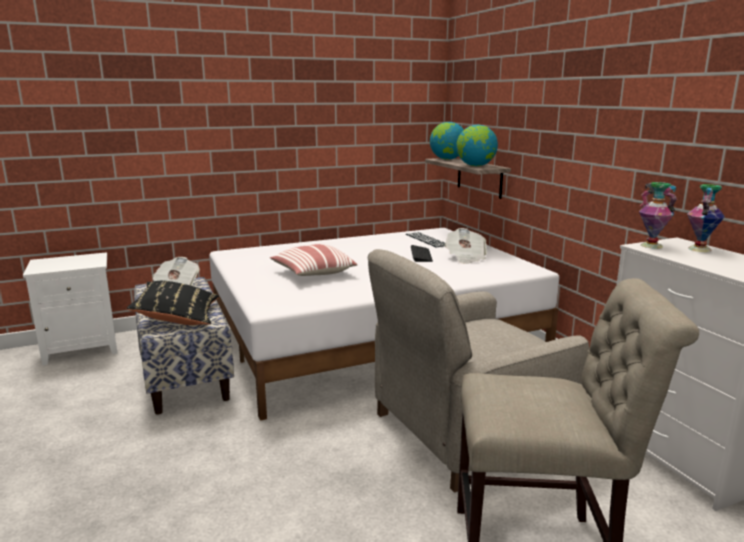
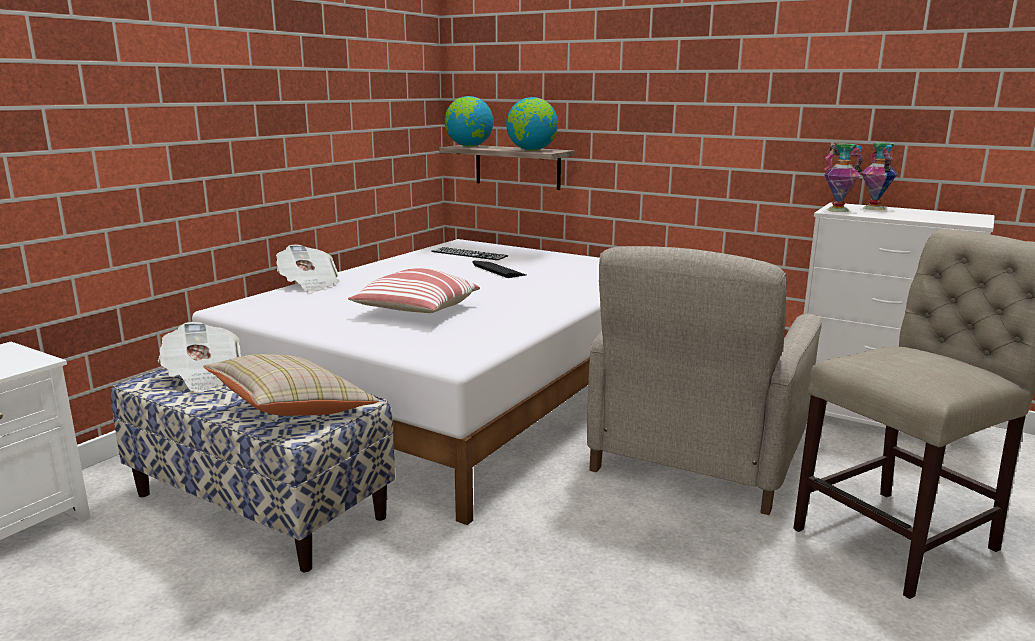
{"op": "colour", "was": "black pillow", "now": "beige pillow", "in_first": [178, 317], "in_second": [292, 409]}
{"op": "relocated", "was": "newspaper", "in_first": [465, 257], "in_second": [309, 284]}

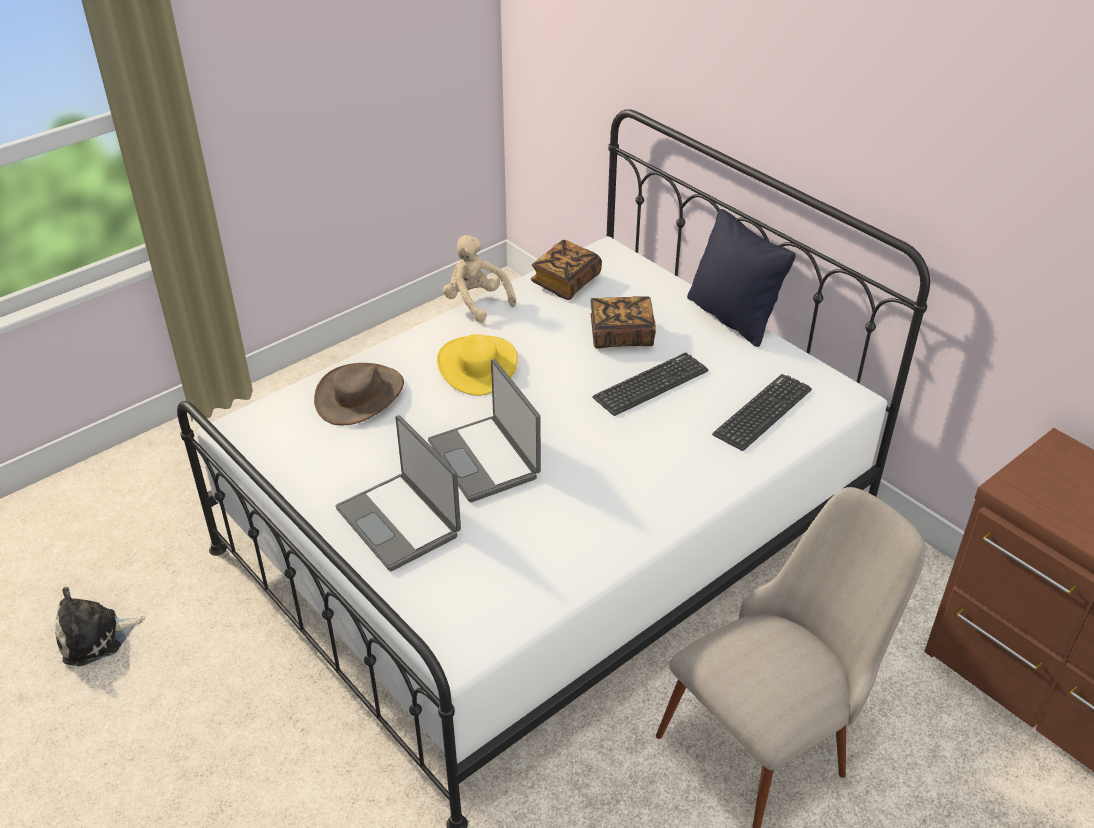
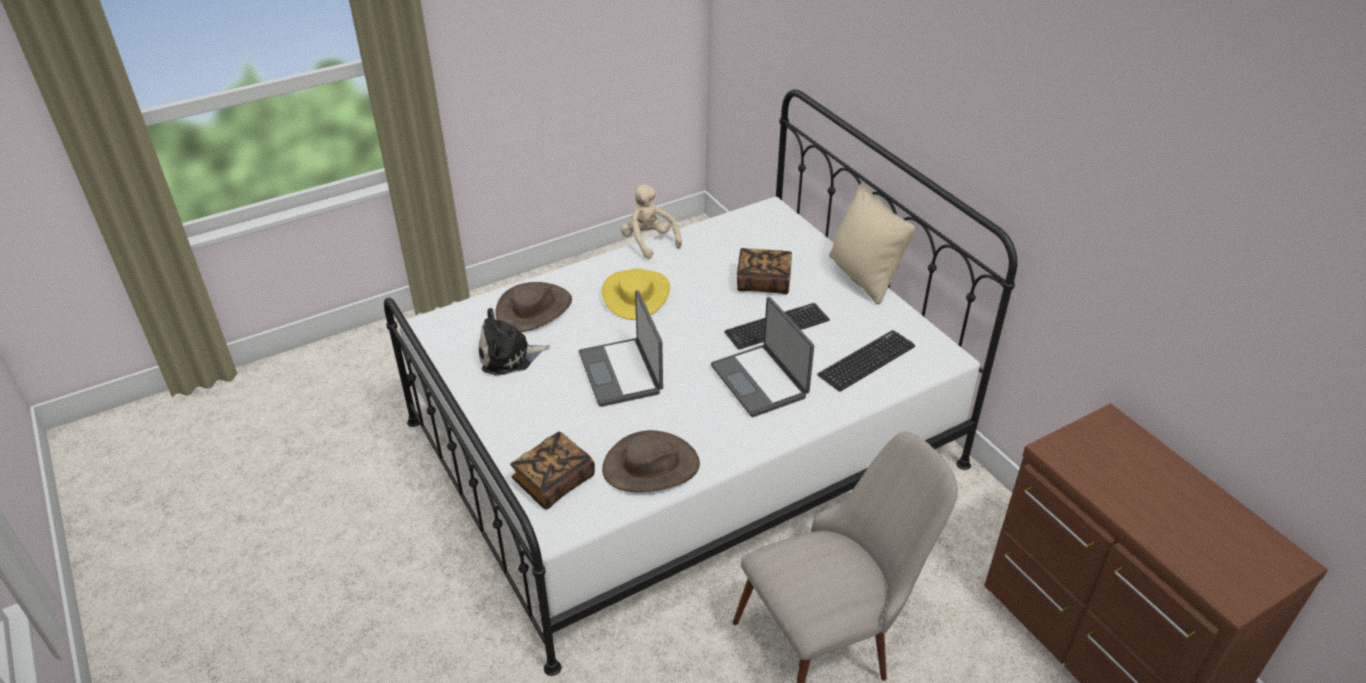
{"op": "relocated", "was": "plush toy", "in_first": [96, 637], "in_second": [509, 356]}
{"op": "relocated", "was": "book", "in_first": [566, 282], "in_second": [554, 482]}
{"op": "appeared", "now": "brown hat", "in_second": [651, 466]}
{"op": "relocated", "was": "laptop", "in_first": [400, 521], "in_second": [760, 381]}
{"op": "colour", "was": "black pillow", "now": "beige pillow", "in_first": [732, 317], "in_second": [864, 277]}

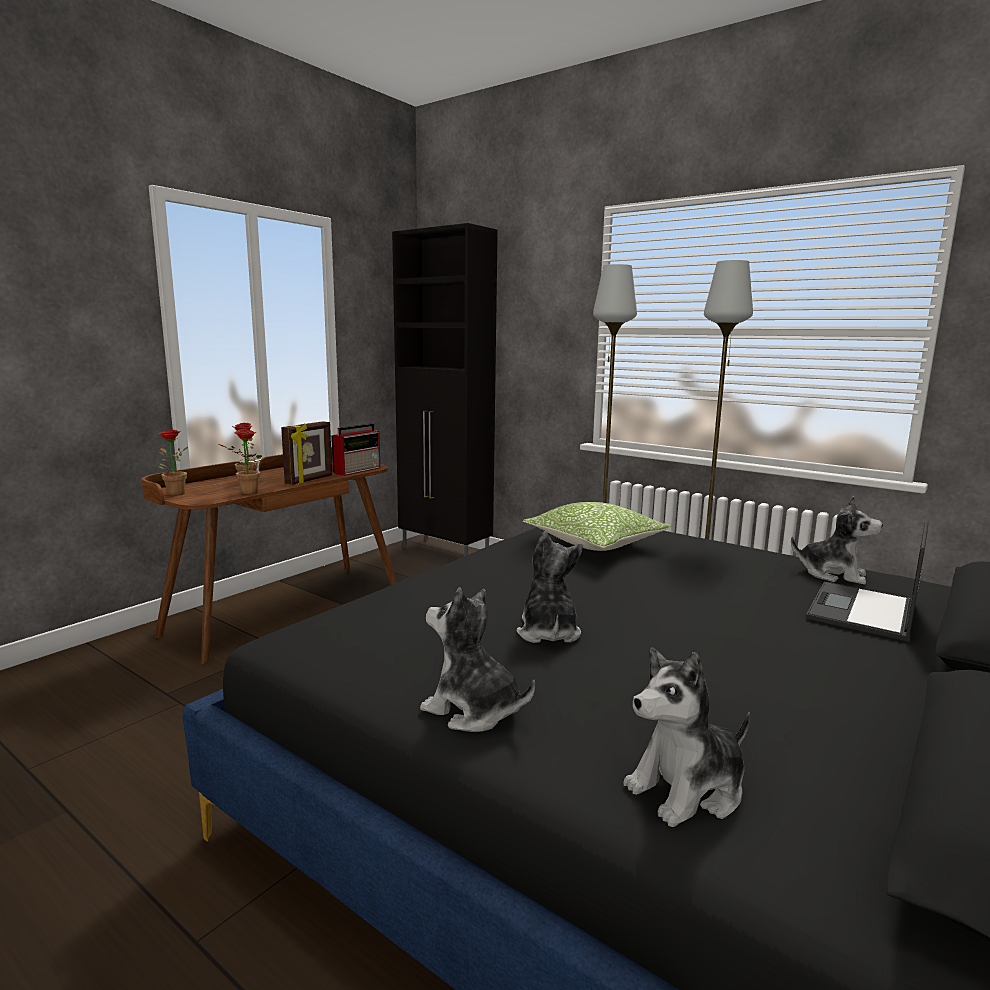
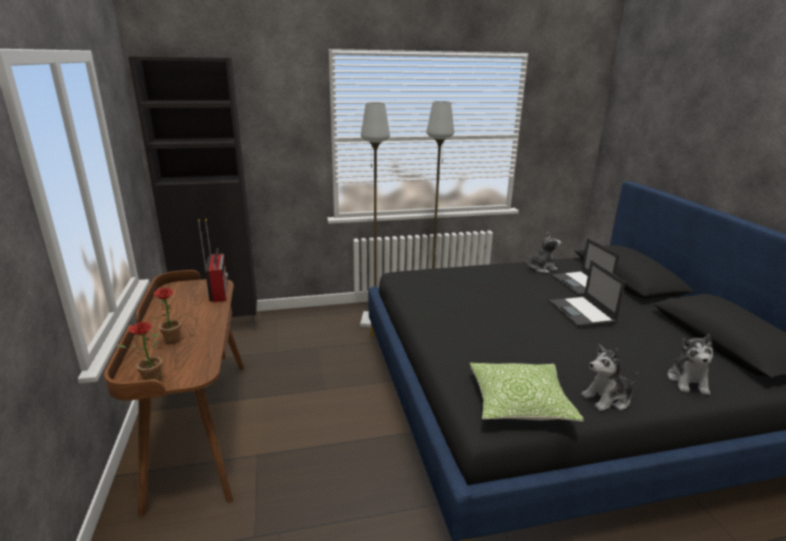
{"op": "relocated", "was": "pillow", "in_first": [595, 542], "in_second": [519, 403]}
{"op": "appeared", "now": "laptop", "in_second": [582, 312]}
{"op": "missing", "was": "potted plant", "in_first": [251, 493]}
{"op": "missing", "was": "picture frame", "in_first": [310, 480]}
{"op": "missing", "was": "plush toy", "in_first": [548, 632]}

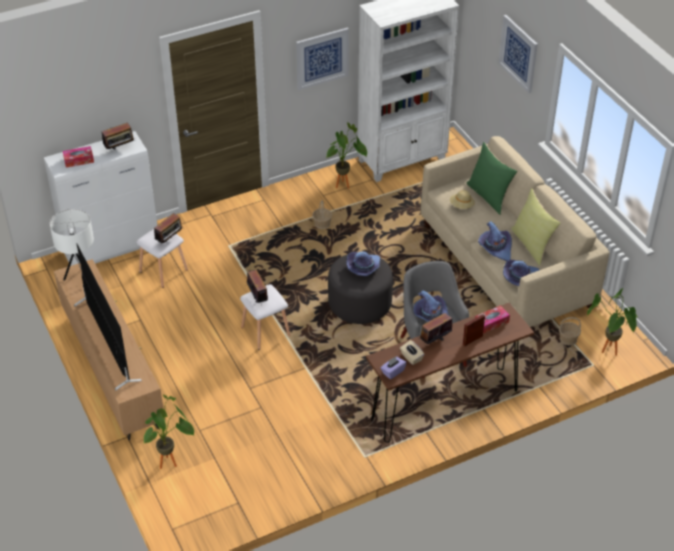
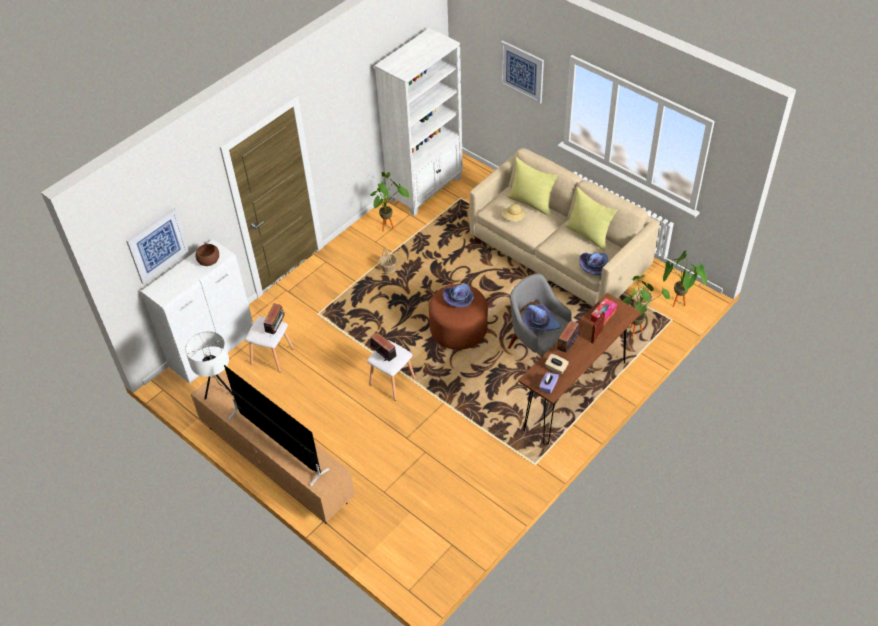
{"op": "relocated", "was": "picture", "in_first": [322, 58], "in_second": [157, 245]}
{"op": "exchanged", "was": "radio", "now": "brown bowl", "in_first": [120, 149], "in_second": [209, 260]}
{"op": "colour", "was": "grey ottoman", "now": "brown ottoman", "in_first": [359, 303], "in_second": [458, 329]}
{"op": "colour", "was": "green pillow", "now": "yellow pillow", "in_first": [489, 196], "in_second": [531, 202]}
{"op": "relocated", "was": "potted plant", "in_first": [172, 462], "in_second": [637, 330]}
{"op": "missing", "was": "tissue box", "in_first": [79, 160]}
{"op": "missing", "was": "purple hat", "in_first": [495, 248]}

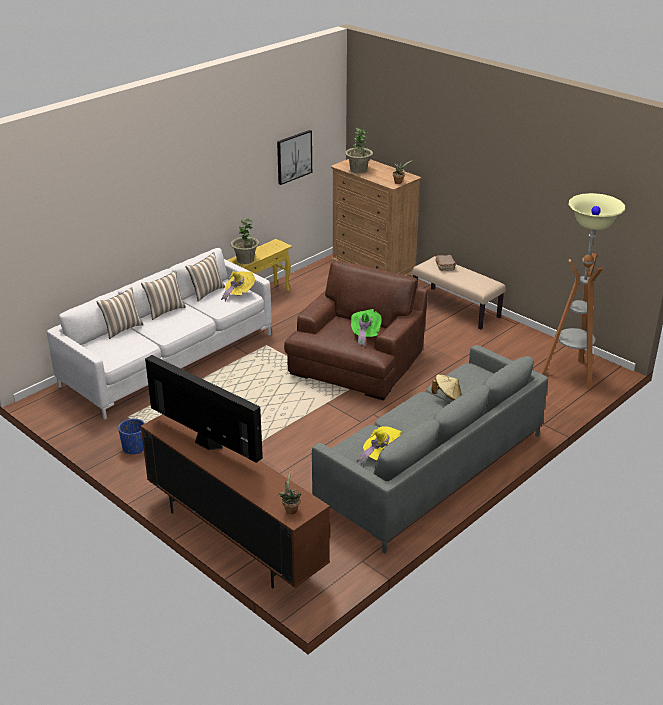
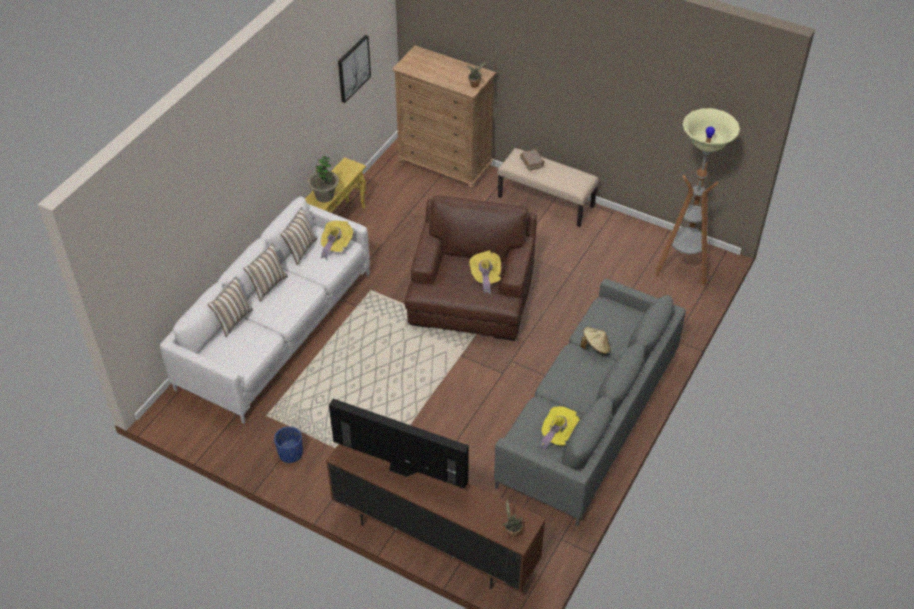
{"op": "colour", "was": "green hat", "now": "yellow hat", "in_first": [365, 335], "in_second": [485, 278]}
{"op": "missing", "was": "potted plant", "in_first": [358, 170]}

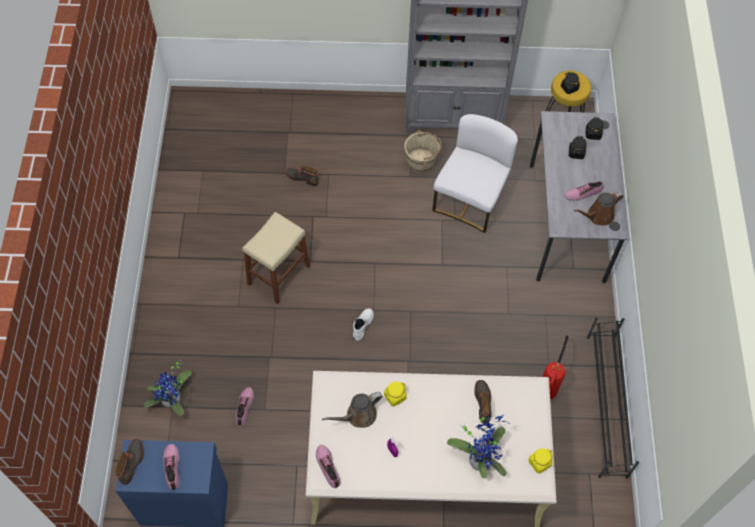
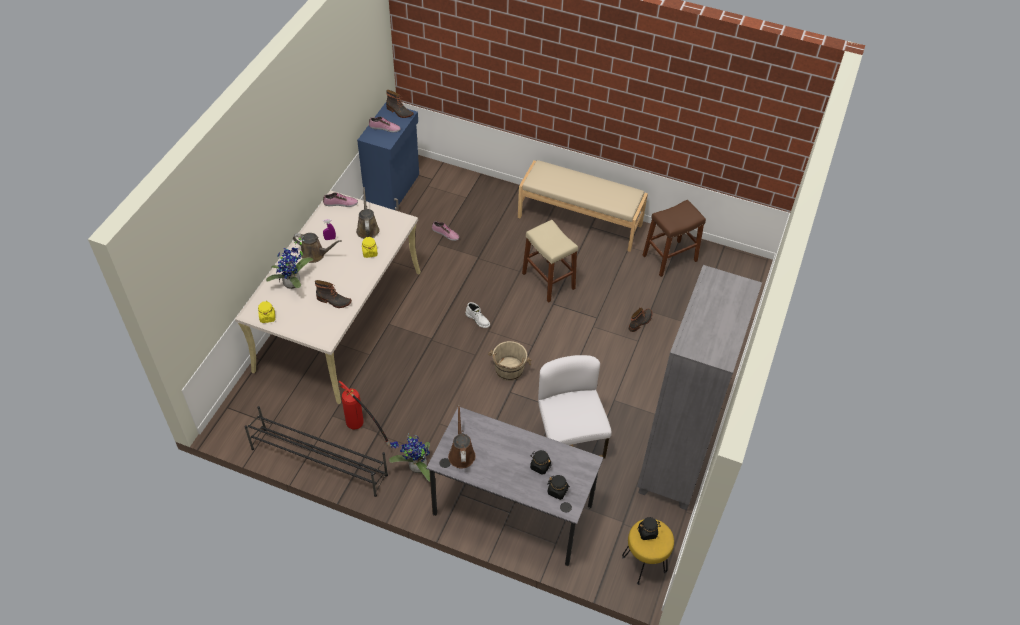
{"op": "appeared", "now": "brown watering can", "in_second": [315, 254]}
{"op": "relocated", "was": "potted plant", "in_first": [173, 401], "in_second": [415, 468]}
{"op": "relocated", "was": "beige bucket", "in_first": [421, 161], "in_second": [509, 370]}
{"op": "appeared", "now": "beige bench", "in_second": [580, 220]}
{"op": "spun", "was": "white chair", "in_first": [470, 200], "in_second": [569, 438], "clockwise": -150}
{"op": "appeared", "now": "brown stool", "in_second": [669, 258]}
{"op": "missing", "was": "shoe", "in_first": [583, 193]}

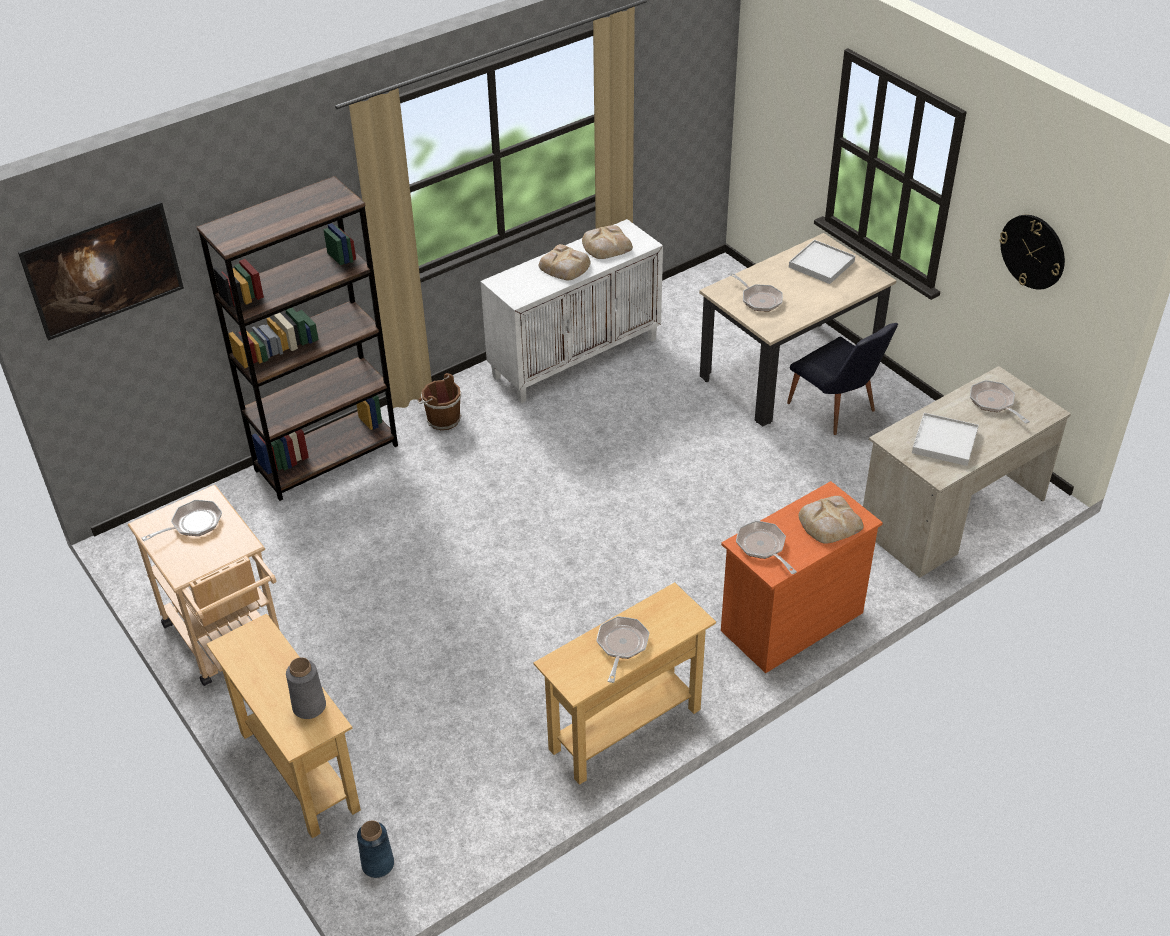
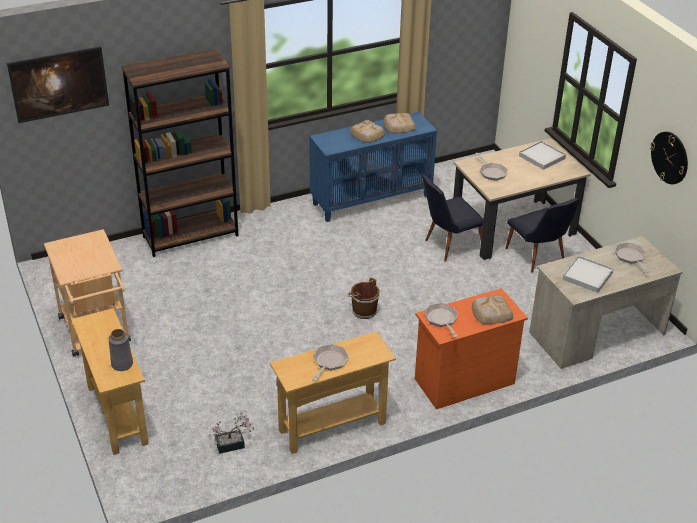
{"op": "appeared", "now": "potted plant", "in_second": [233, 444]}
{"op": "colour", "was": "white cabinet", "now": "blue cabinet", "in_first": [575, 357], "in_second": [371, 199]}
{"op": "relocated", "was": "brown bucket", "in_first": [442, 419], "in_second": [363, 311]}
{"op": "appeared", "now": "black chair", "in_second": [448, 246]}
{"op": "missing", "was": "frying pan", "in_first": [193, 524]}
{"op": "missing", "was": "blue vase", "in_first": [377, 864]}

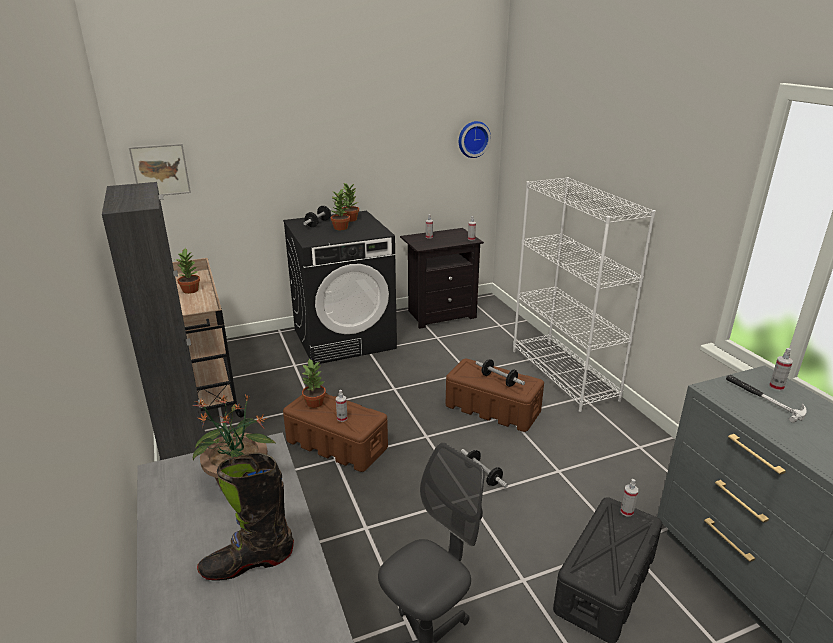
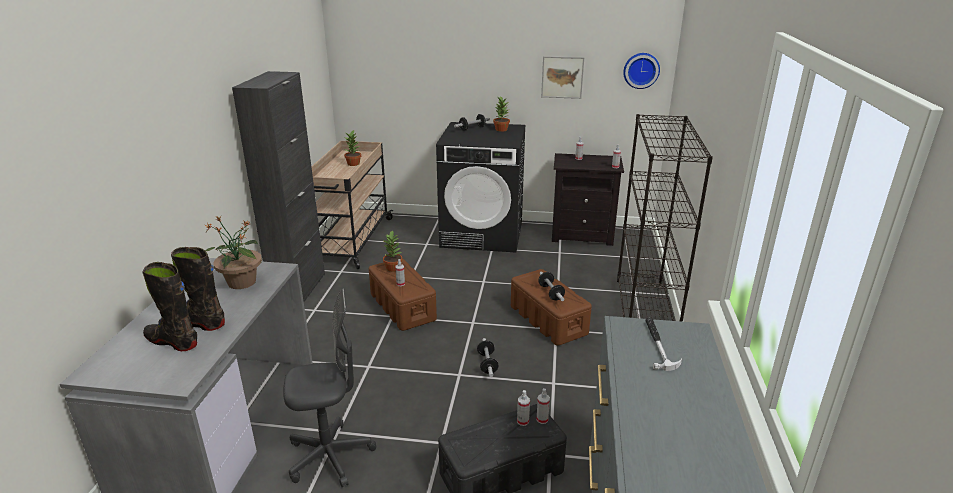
{"op": "appeared", "now": "black boot", "in_second": [172, 342]}
{"op": "relocated", "was": "spray bottle", "in_first": [776, 387], "in_second": [523, 421]}
{"op": "relocated", "was": "picture", "in_first": [160, 170], "in_second": [562, 77]}
{"op": "colour", "was": "white bookcase", "now": "black bookcase", "in_first": [564, 374], "in_second": [645, 313]}
{"op": "missing", "was": "potted plant", "in_first": [341, 228]}

